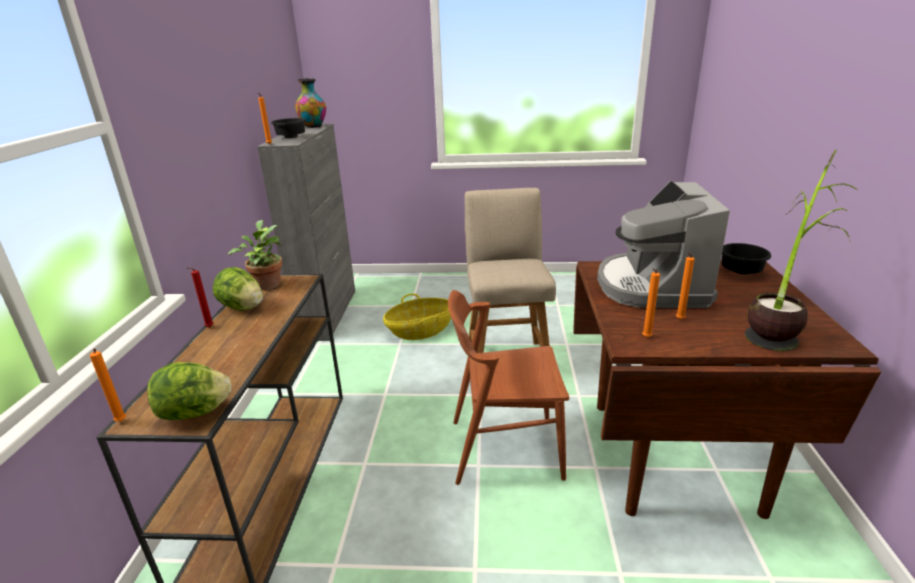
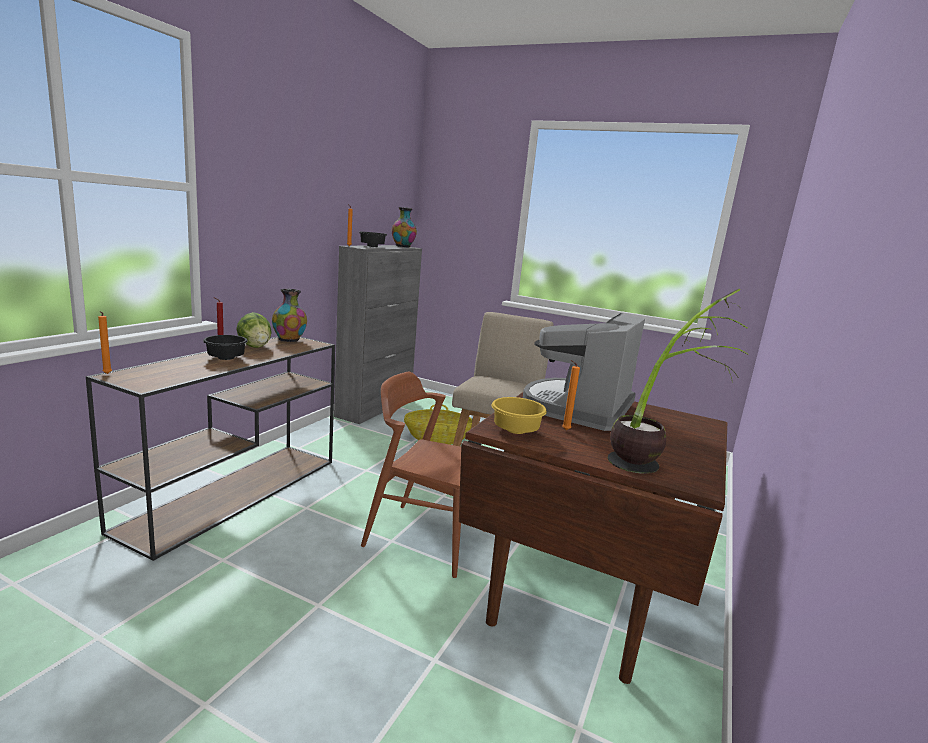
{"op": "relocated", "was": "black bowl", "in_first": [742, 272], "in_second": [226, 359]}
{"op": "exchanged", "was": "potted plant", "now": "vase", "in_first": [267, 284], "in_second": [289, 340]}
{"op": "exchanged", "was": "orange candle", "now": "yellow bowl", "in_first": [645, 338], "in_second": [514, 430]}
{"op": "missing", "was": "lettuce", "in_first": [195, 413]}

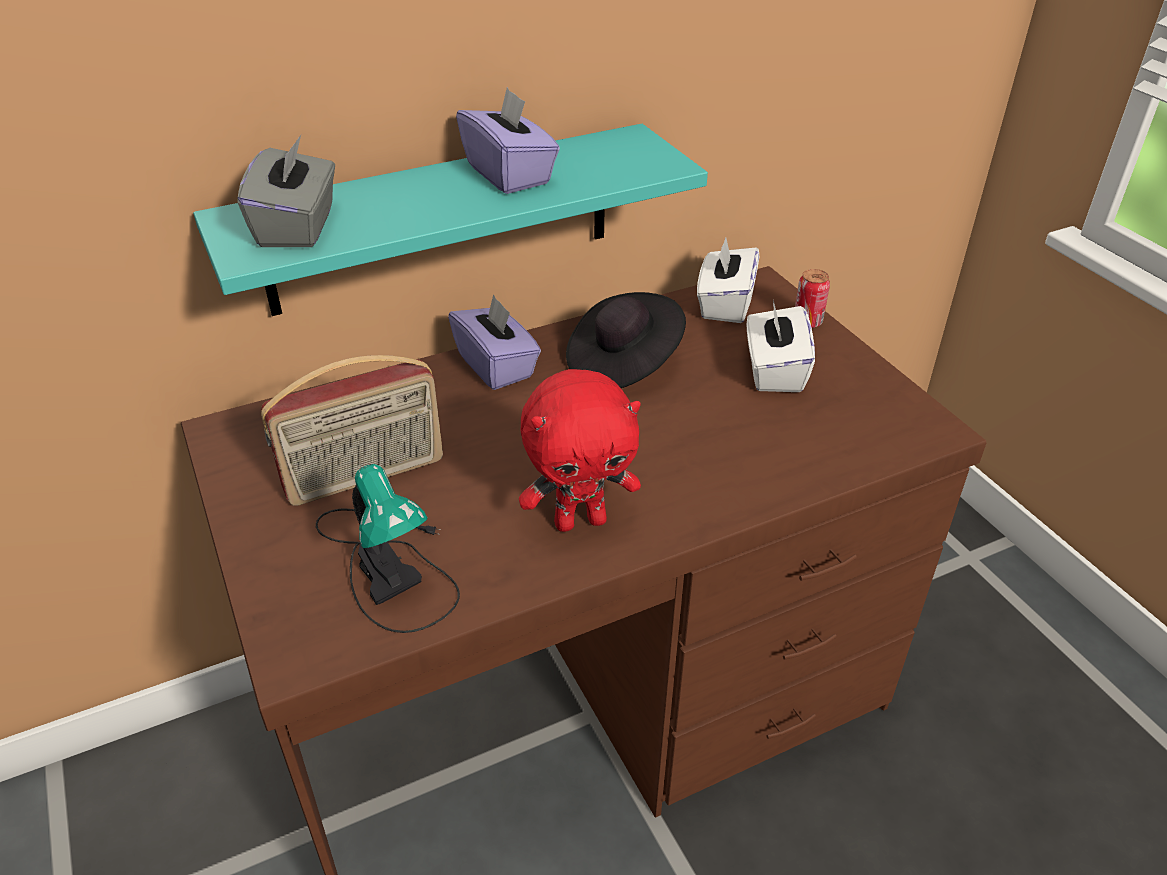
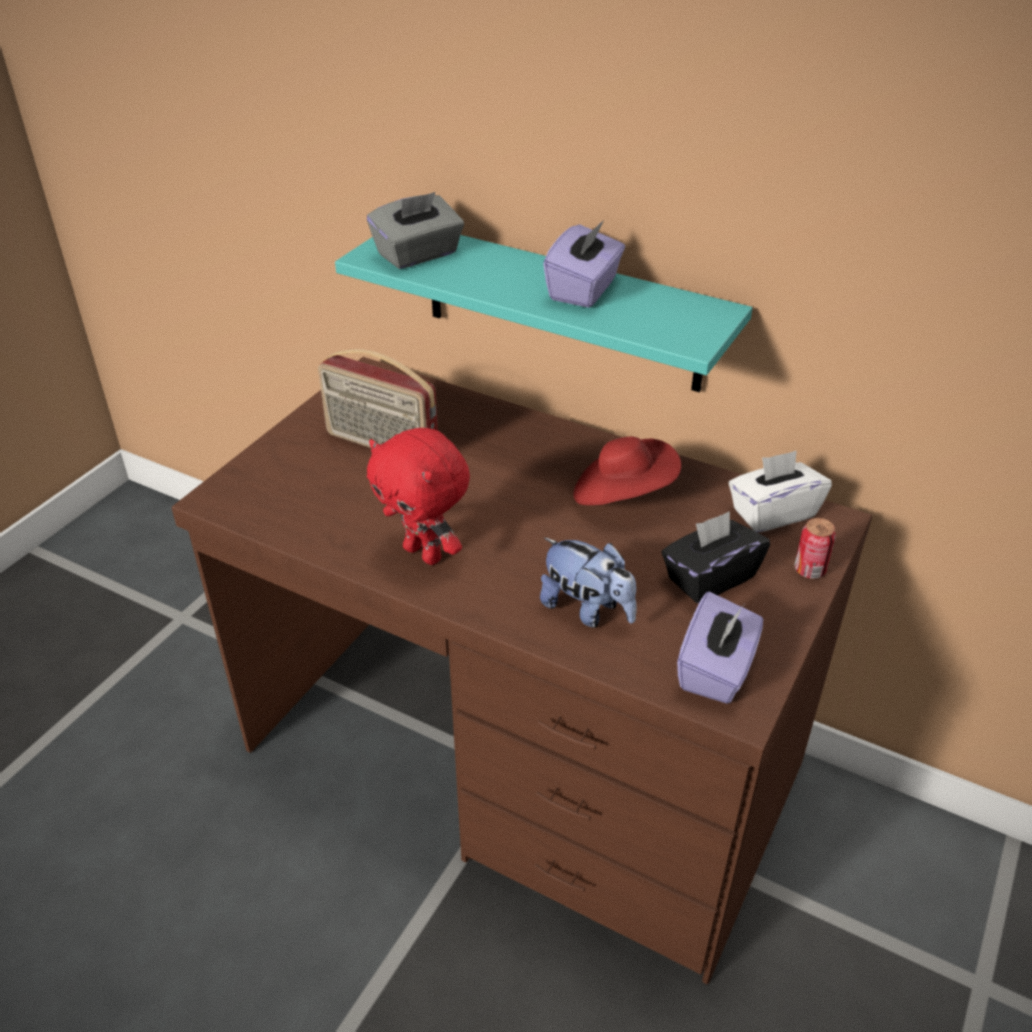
{"op": "appeared", "now": "plush toy", "in_second": [587, 610]}
{"op": "colour", "was": "black hat", "now": "red hat", "in_first": [623, 363], "in_second": [623, 495]}
{"op": "colour", "was": "white tissue box", "now": "black tissue box", "in_first": [774, 371], "in_second": [710, 578]}
{"op": "relocated", "was": "purple tissue box", "in_first": [496, 366], "in_second": [716, 670]}
{"op": "missing", "was": "table lamp", "in_first": [388, 566]}

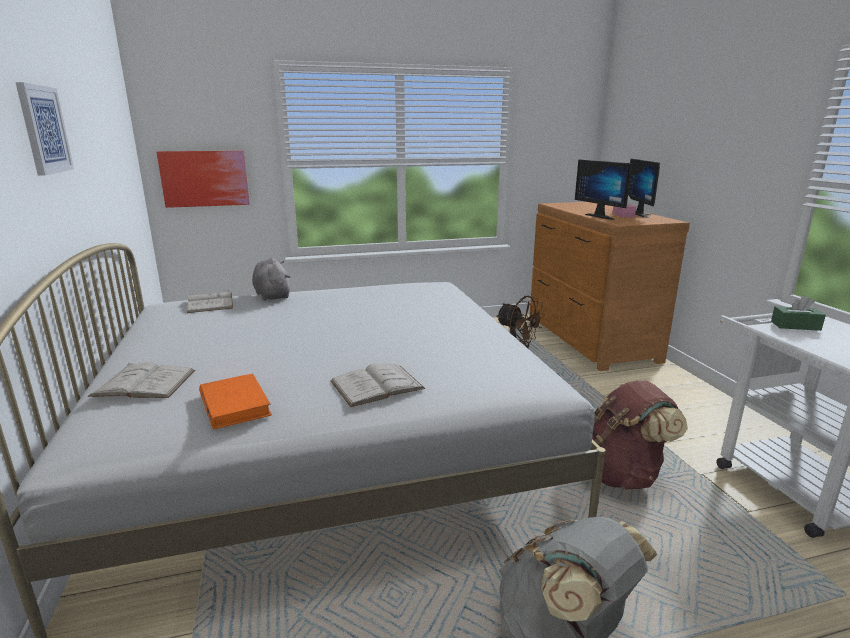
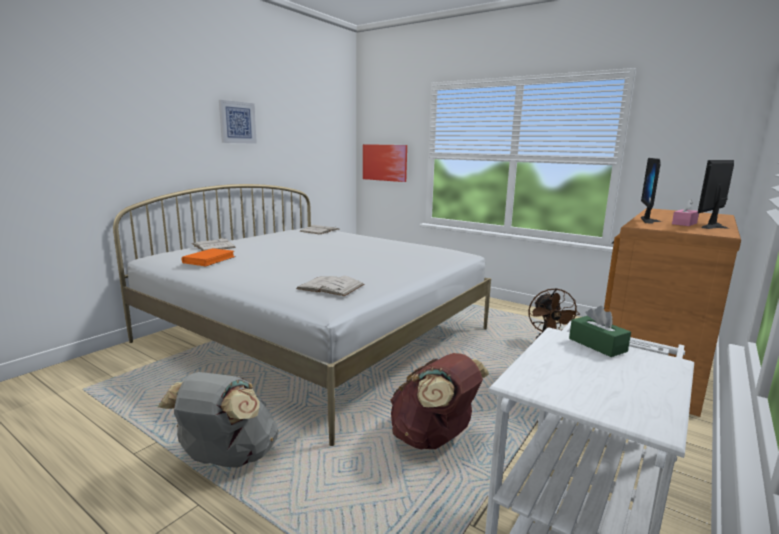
{"op": "relocated", "was": "white book", "in_first": [376, 385], "in_second": [330, 286]}
{"op": "missing", "was": "grey plush toy", "in_first": [272, 295]}

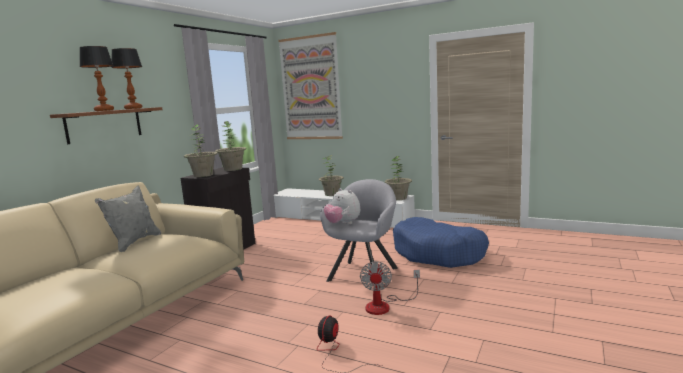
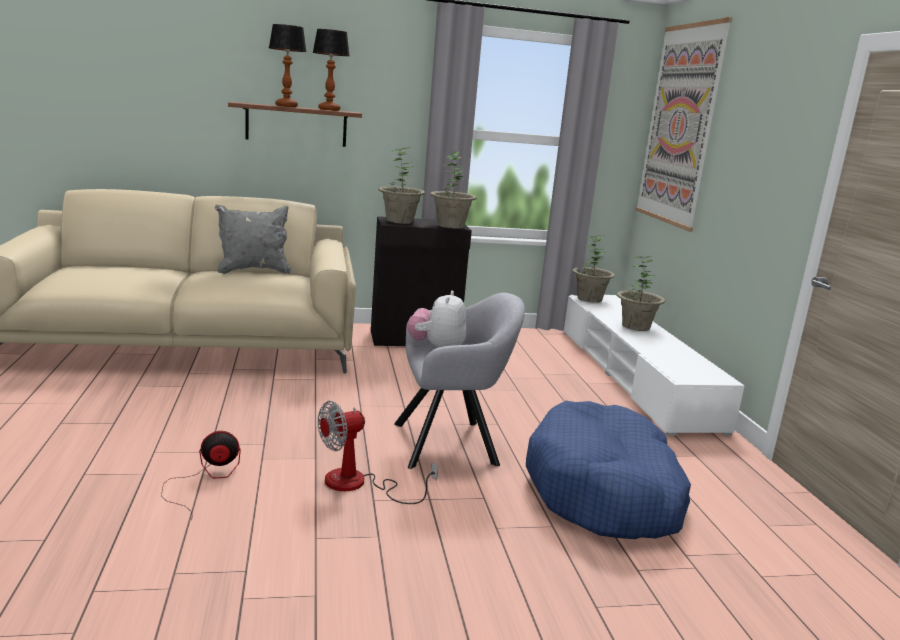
{"op": "relocated", "was": "potted plant", "in_first": [398, 198], "in_second": [589, 299]}

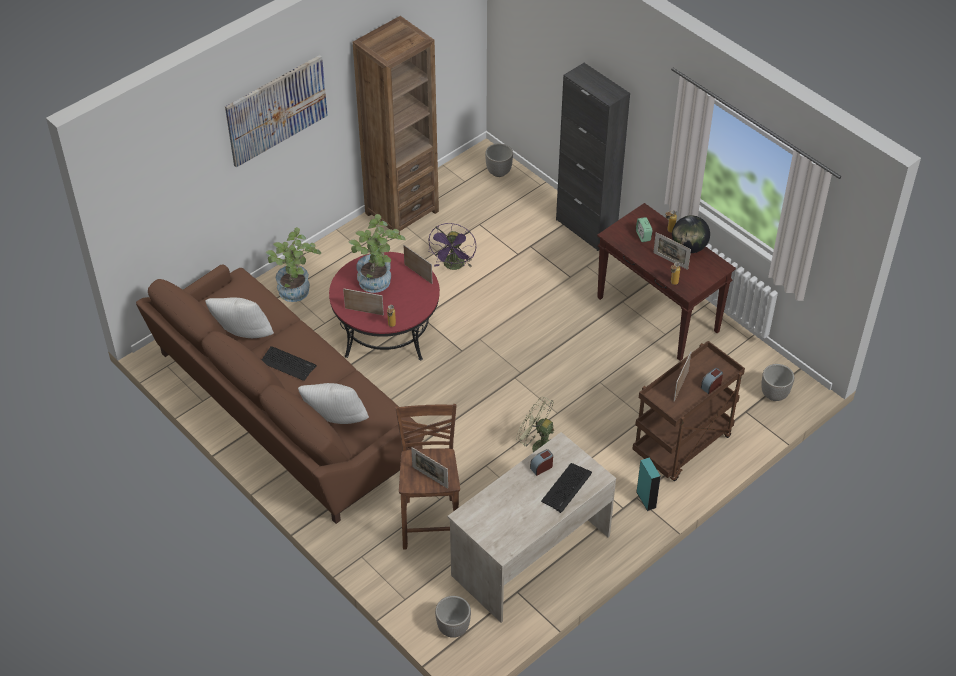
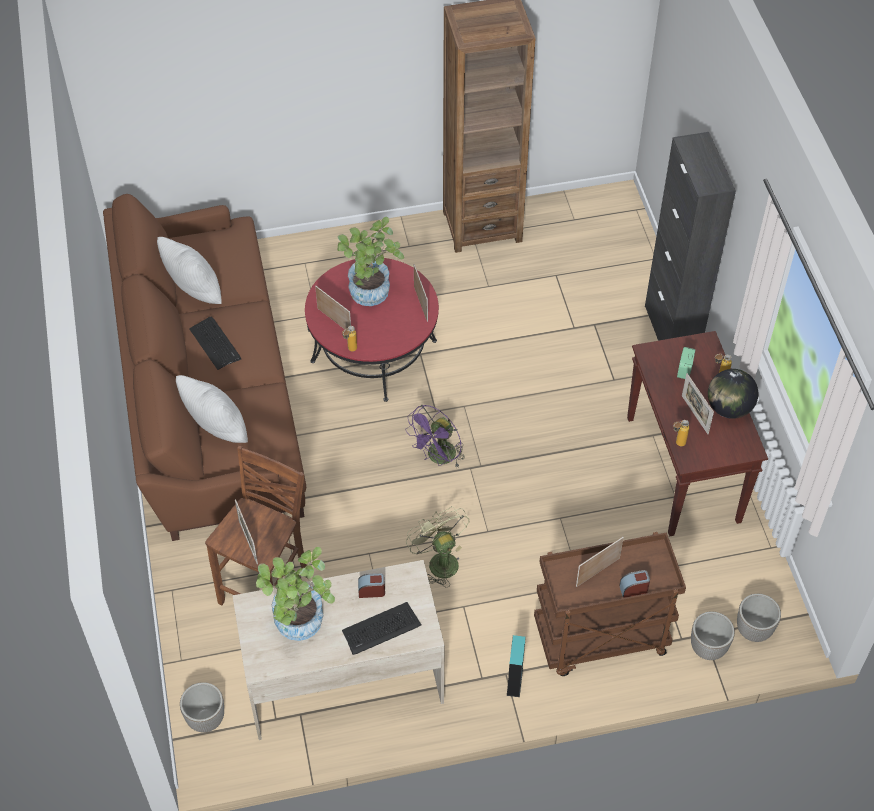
{"op": "relocated", "was": "potted plant", "in_first": [296, 293], "in_second": [300, 627]}
{"op": "relocated", "was": "purple fan", "in_first": [454, 266], "in_second": [438, 458]}
{"op": "relocated", "was": "planter", "in_first": [499, 172], "in_second": [708, 648]}
{"op": "missing", "was": "picture", "in_first": [276, 110]}

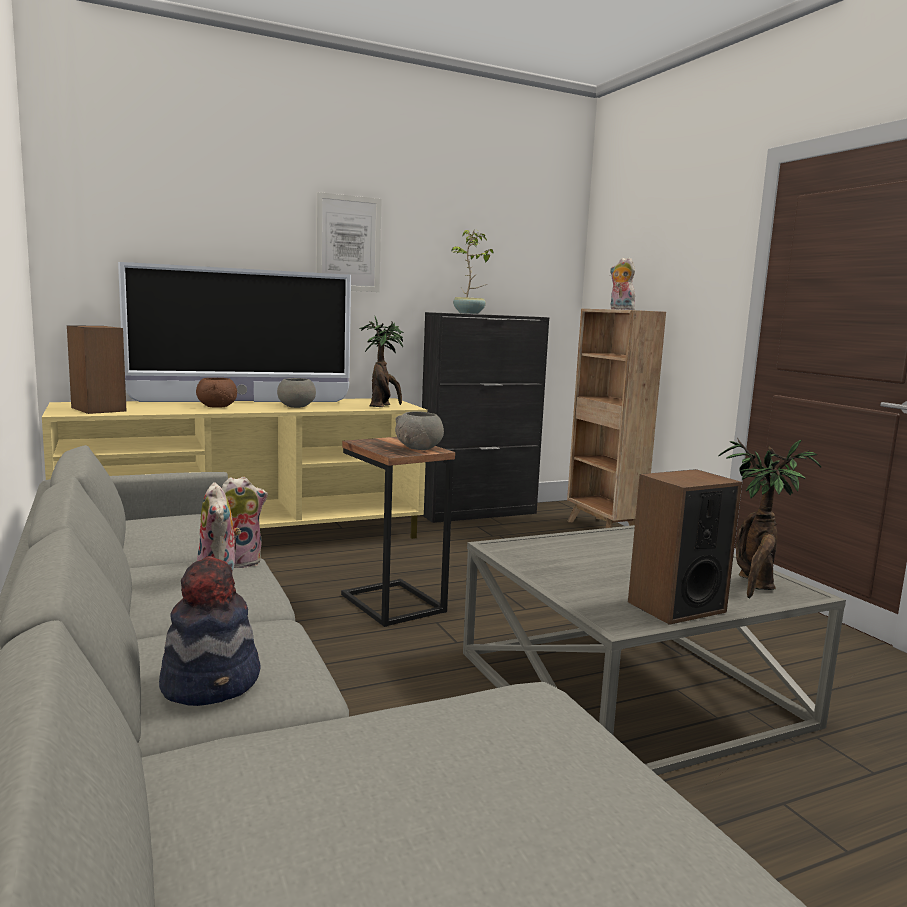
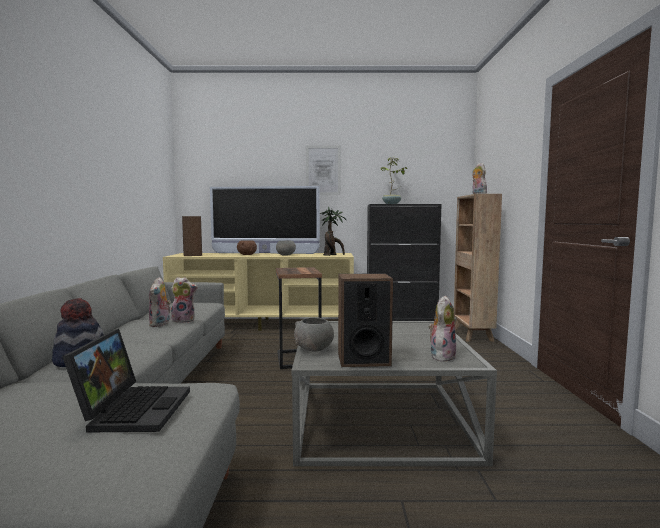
{"op": "appeared", "now": "laptop", "in_second": [133, 408]}
{"op": "relocated", "was": "grey bowl", "in_first": [419, 448], "in_second": [314, 349]}
{"op": "exchanged", "was": "potted plant", "now": "plush toy", "in_first": [754, 586], "in_second": [441, 356]}

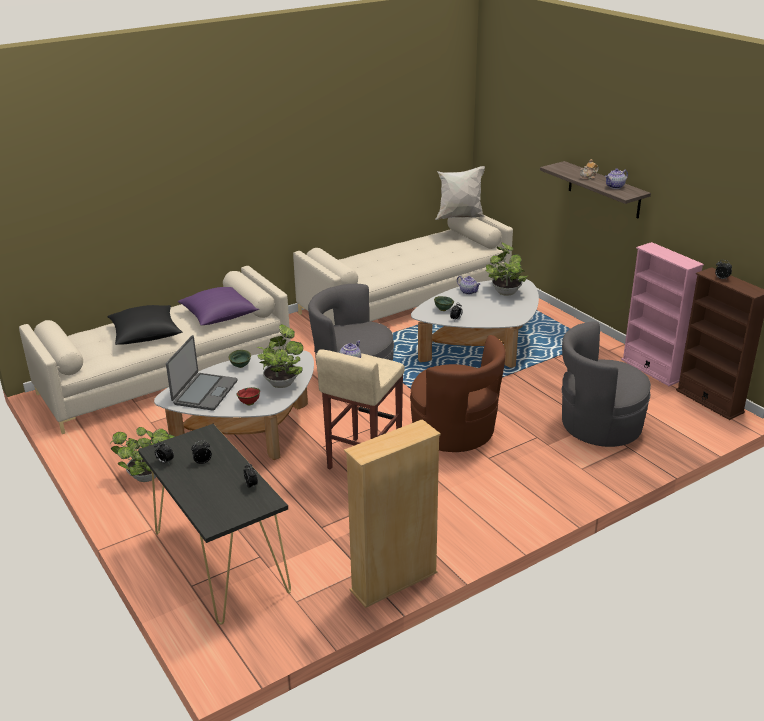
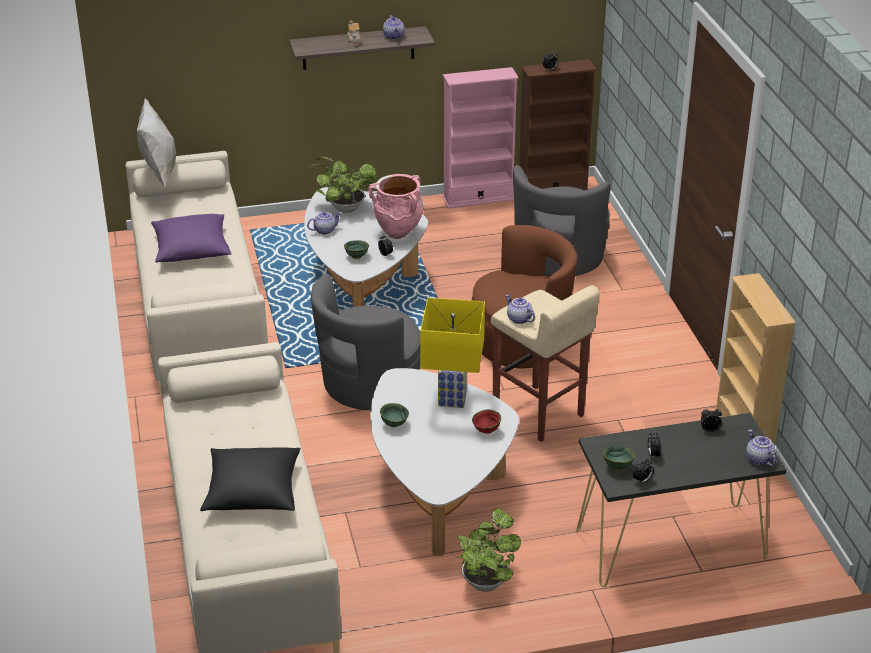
{"op": "relocated", "was": "purple pillow", "in_first": [219, 316], "in_second": [191, 250]}
{"op": "appeared", "now": "pink vase", "in_second": [399, 234]}
{"op": "exchanged", "was": "potted plant", "now": "yellow table lamp", "in_first": [282, 382], "in_second": [452, 400]}
{"op": "appeared", "now": "green bowl", "in_second": [617, 467]}
{"op": "appeared", "now": "teapot", "in_second": [758, 459]}
{"op": "missing", "was": "laptop", "in_first": [204, 392]}

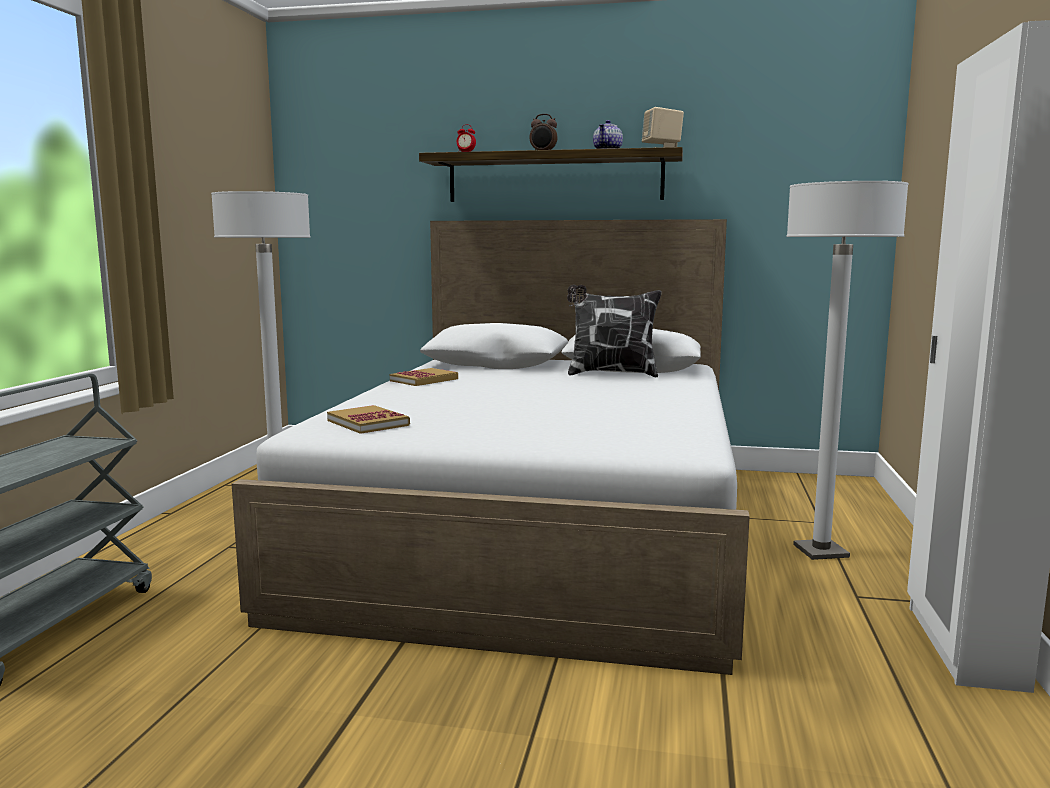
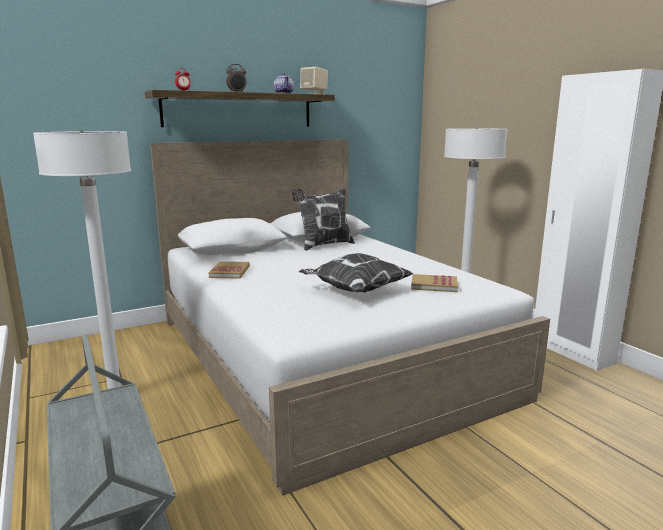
{"op": "appeared", "now": "pillow", "in_second": [355, 291]}
{"op": "relocated", "was": "book", "in_first": [368, 423], "in_second": [434, 285]}

